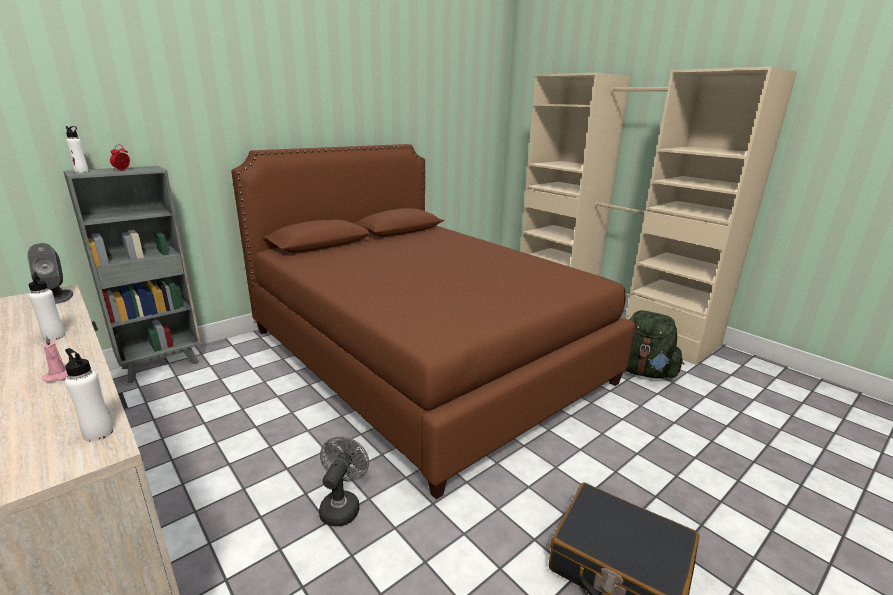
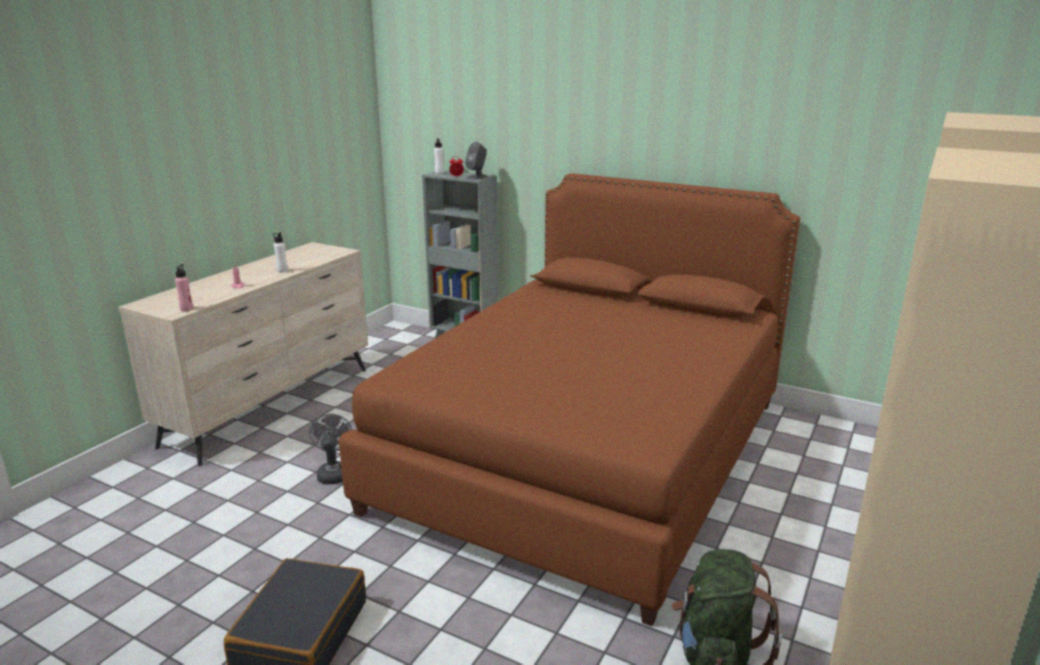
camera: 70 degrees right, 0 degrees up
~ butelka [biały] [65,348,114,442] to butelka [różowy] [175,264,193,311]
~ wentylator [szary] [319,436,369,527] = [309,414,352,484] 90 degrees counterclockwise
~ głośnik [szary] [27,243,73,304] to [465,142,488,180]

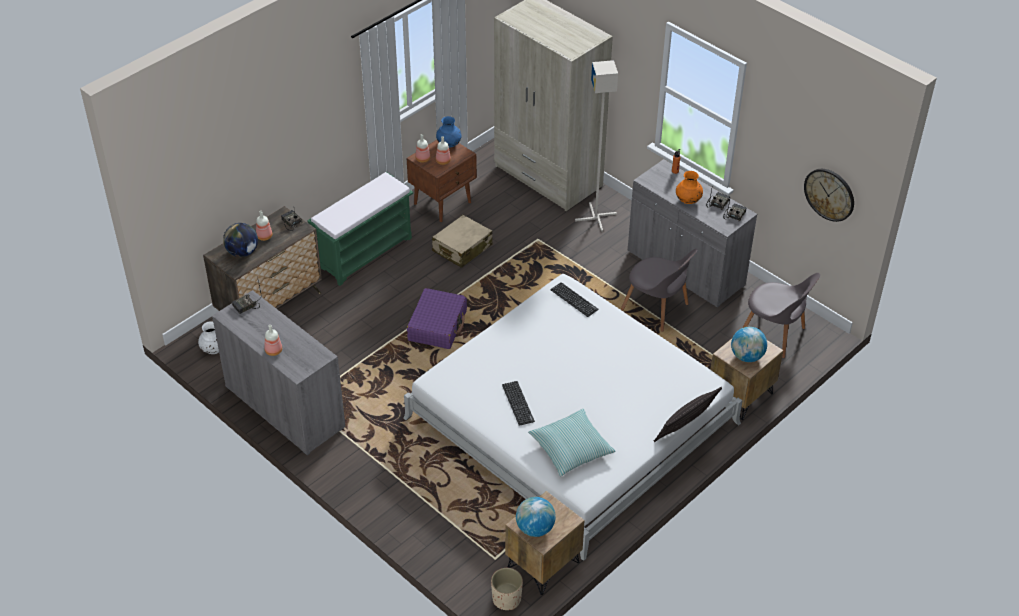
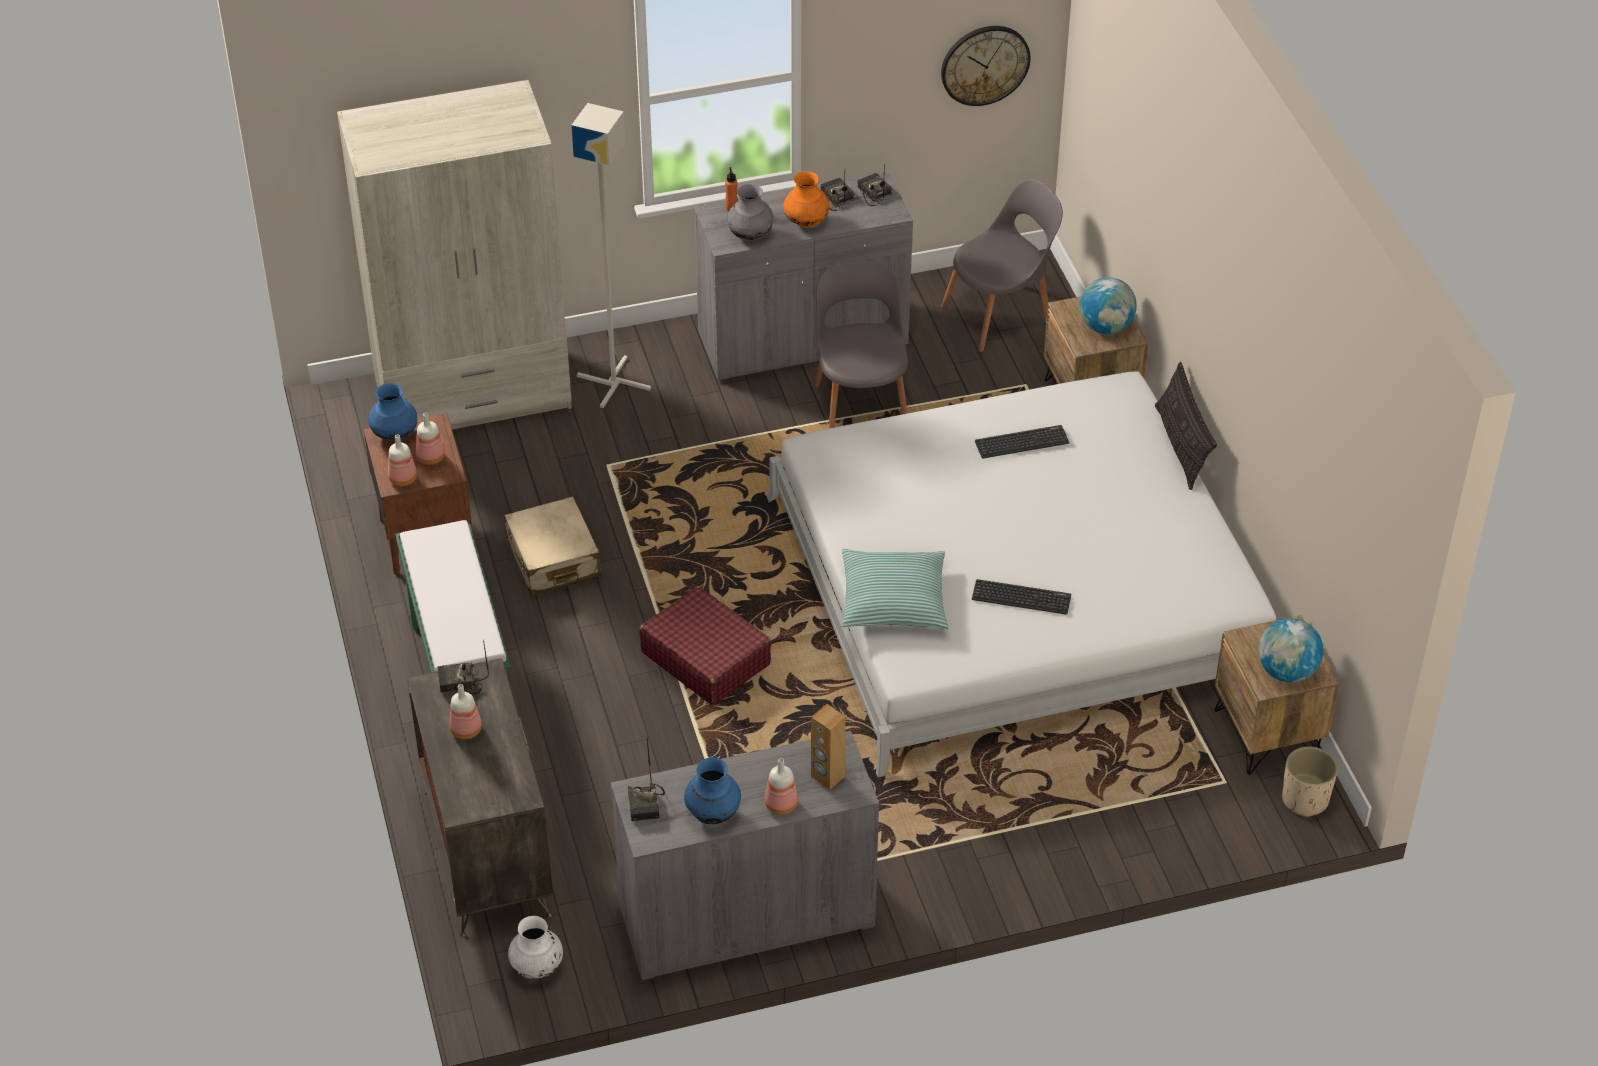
camera: 60 degrees left, 0 degrees up
~ walizka [fioletowy] [407,288,467,349] to walizka [czerwony] [639,586,772,705]
+ wazon [niebieski] [684,757,741,824]
+ wazon [szary] [727,184,774,240]
+ głośnik [brązowy] [811,704,846,790]
~ krzesło [szary] [621,249,697,332] = [814,261,908,428] 75 degrees counterclockwise
~ poduszka [528,409,615,476] to [842,549,949,629]
~ klawiatura [550,282,599,317] to [975,425,1070,458]
- globus [223,223,258,257]

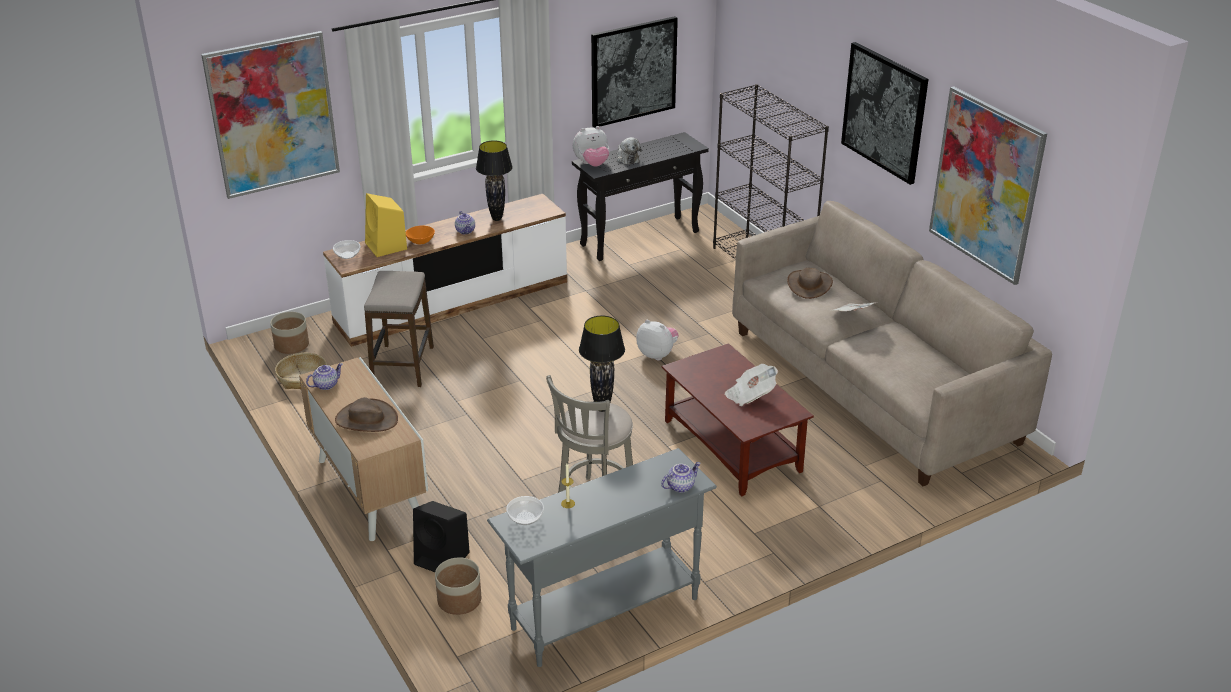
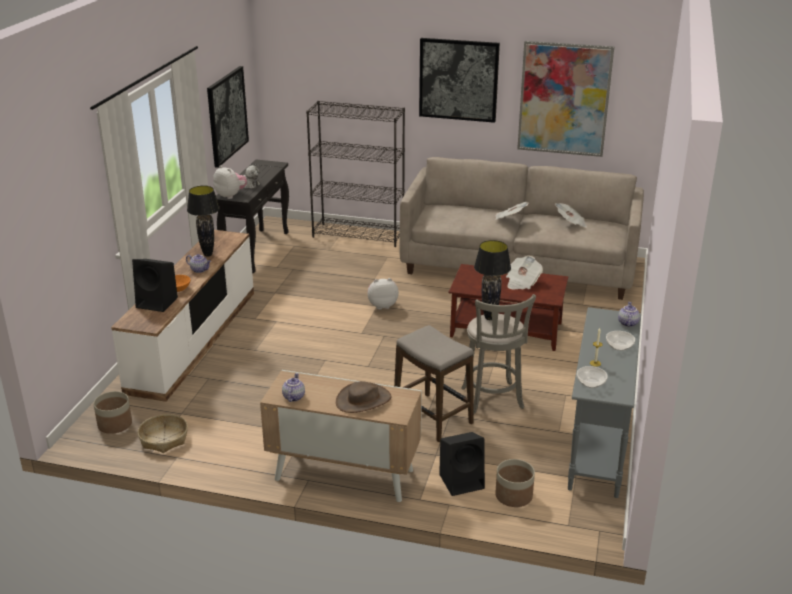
camera: 45 degrees left, 5 degrees down
~ głośnik [żółty] [365,193,407,257] to głośnik [czarny] [132,259,178,312]
~ pluszak [573,126,609,167] = [213,165,247,199] 75 degrees counterclockwise
~ stołek [364,271,434,387] to [394,325,473,442]
+ gazeta [555,203,587,228]
~ miska [333,240,360,259] to [606,331,635,351]
- obraz [201,31,340,199]
- kapelusz [brązowy] [787,268,833,299]

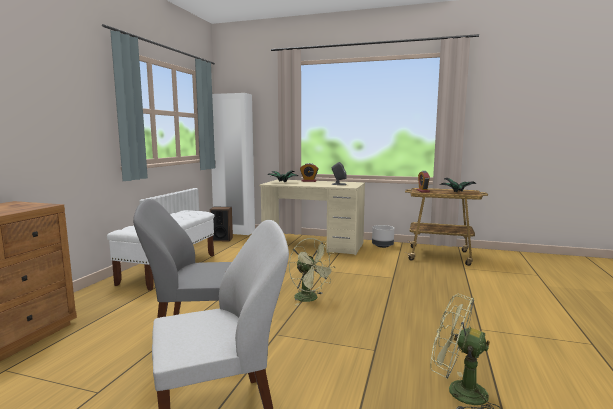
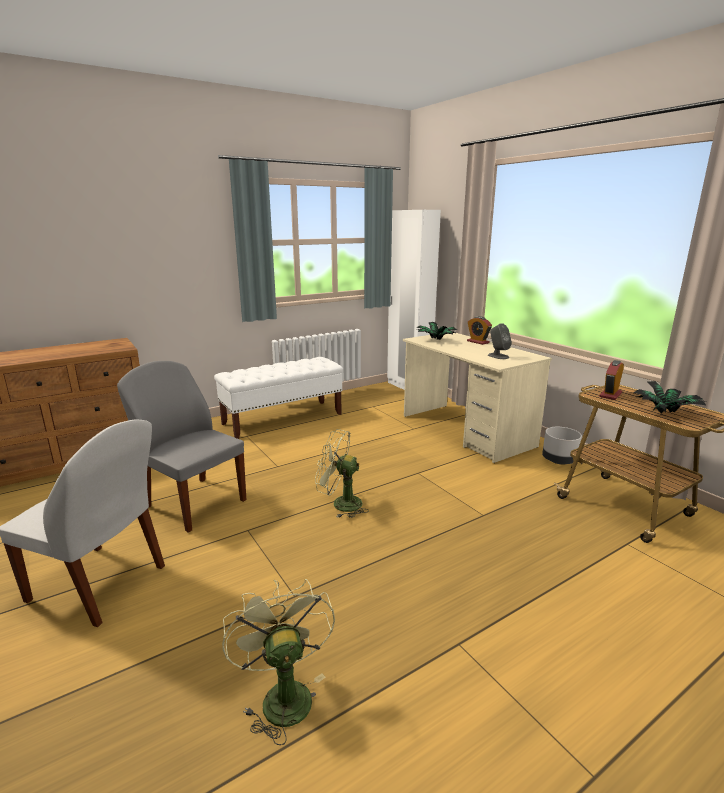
camera: 40 degrees right, 10 degrees up
~ wentylator [zielony] [289,238,336,306] = [315,429,369,518] 105 degrees clockwise
- głośnik [210,207,233,241]

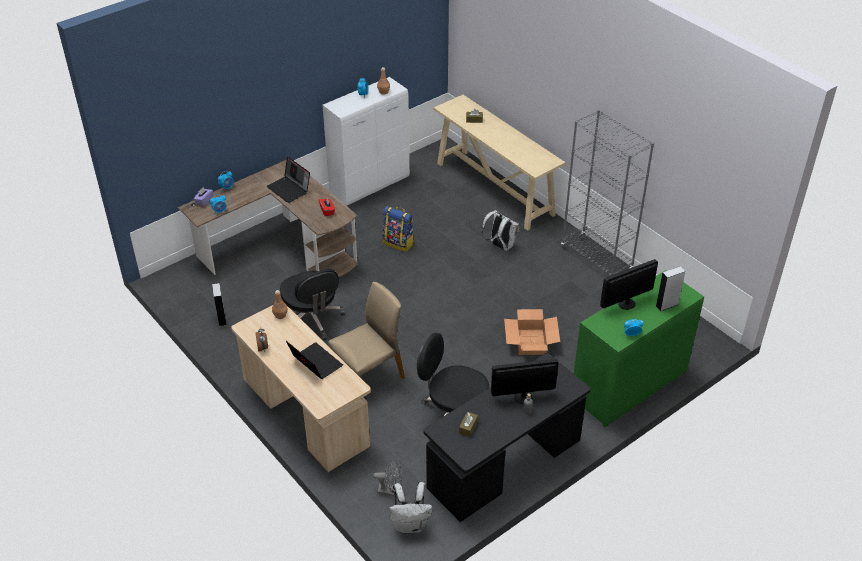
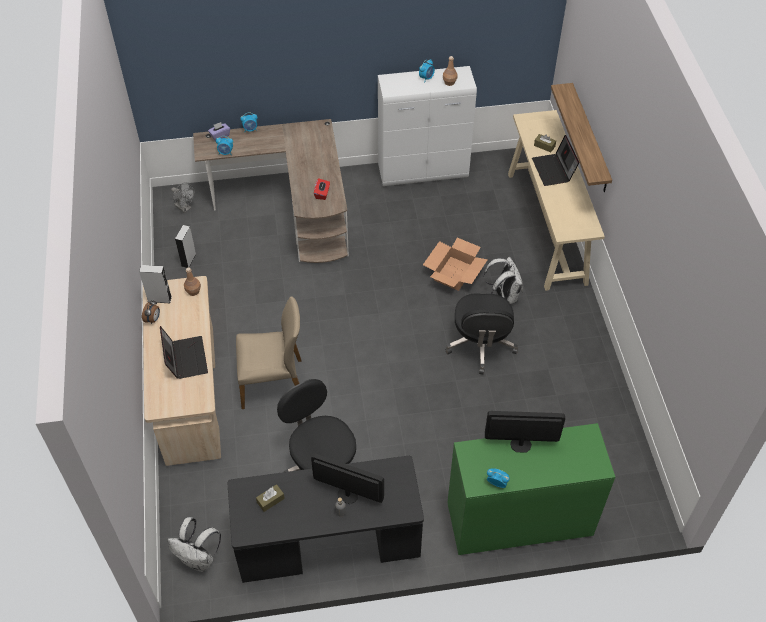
camera: 30 degrees right, 10 degrees up
~ głośnik [szary] [656,266,685,312] to [139,265,172,303]
~ wentylator [szary] [373,460,402,496] to [171,182,195,213]
~ karton [504,309,560,355] to [423,238,488,291]
~ krzesło biurowe [czarny] [280,269,345,341] to [446,293,518,375]
~ laptop [266,157,310,203] to [532,135,579,186]
+ półka [551,83,612,192]
- plecak [382,206,414,252]
- regał [szary] [561,110,654,275]

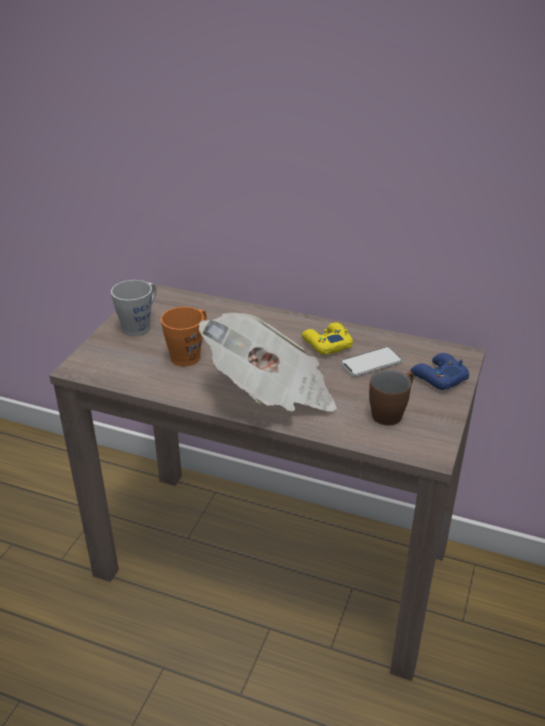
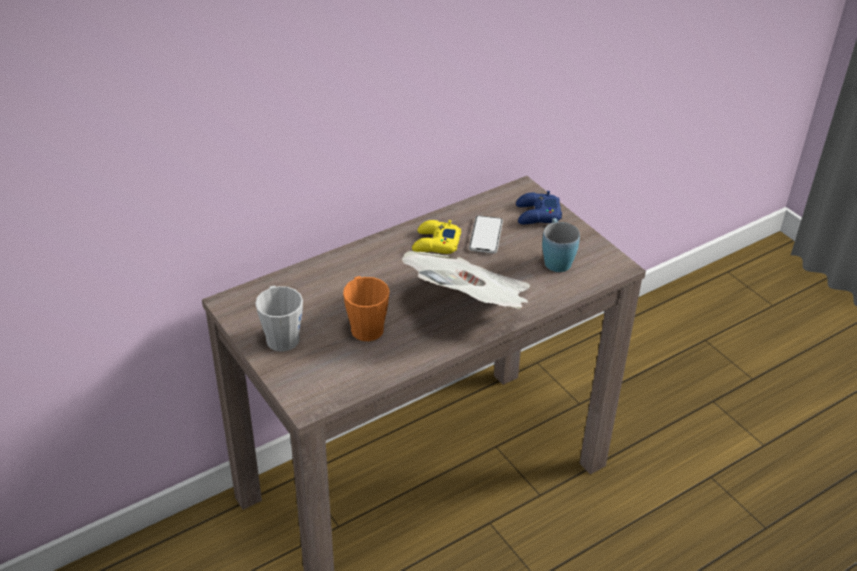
camera: 55 degrees left, 5 degrees up
~ kubek [brązowy] [369,370,414,426] to kubek [niebieski] [542,218,580,272]

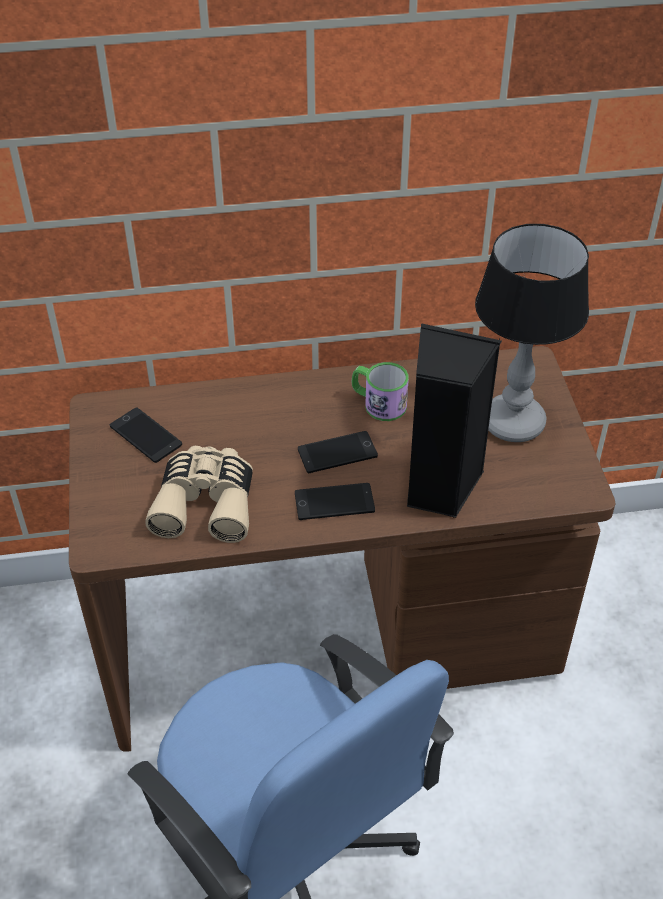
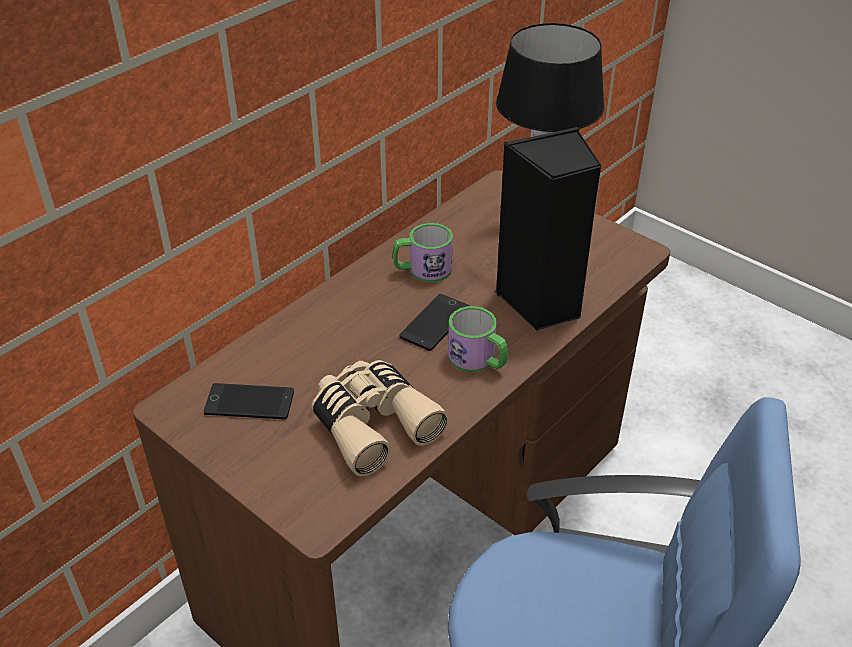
camera: 40 degrees left, 5 degrees down
~ telefon [295,483,375,520] to kubek [448,306,508,372]

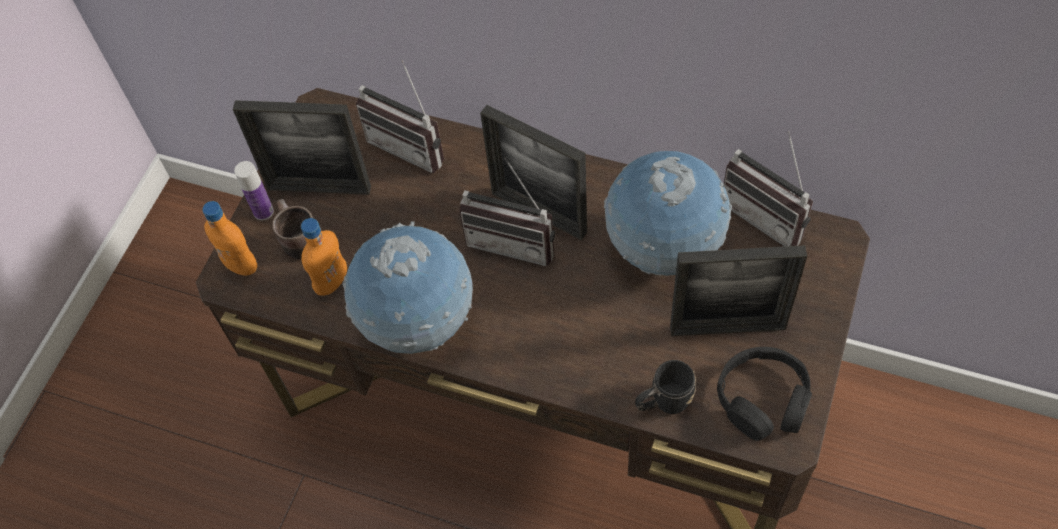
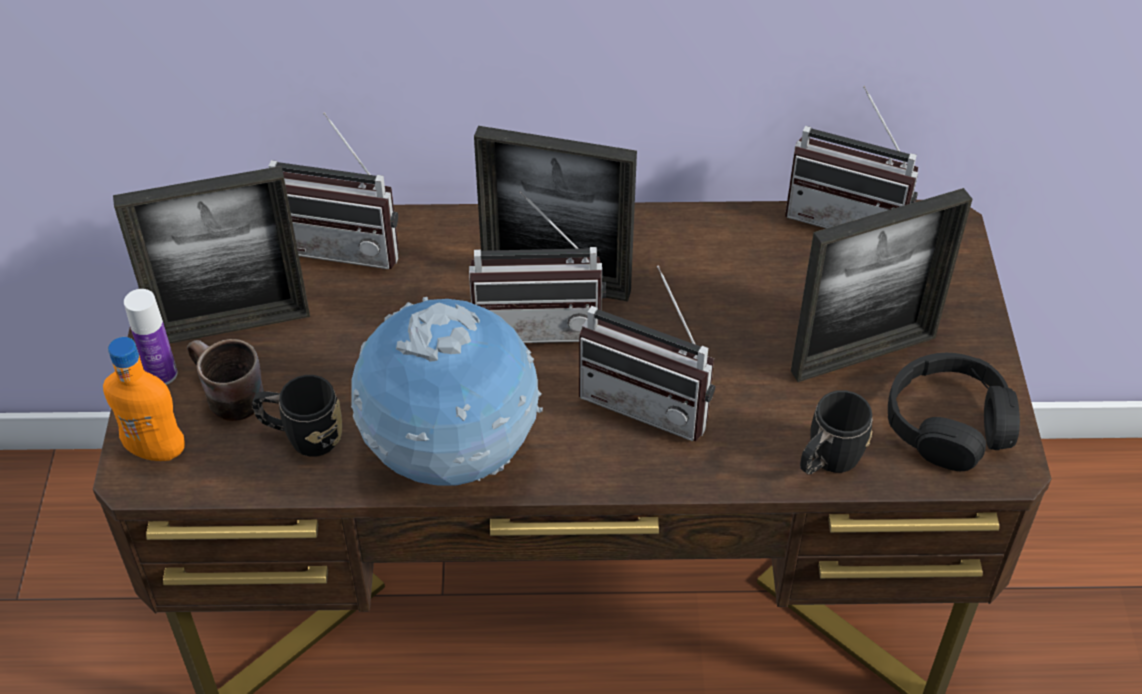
camera: 25 degrees left, 10 degrees down
~ butelka [pomarańczowy] [301,218,347,296] to kubek [czarny] [252,375,342,457]
+ radio [579,265,715,441]
- globus [604,151,732,276]

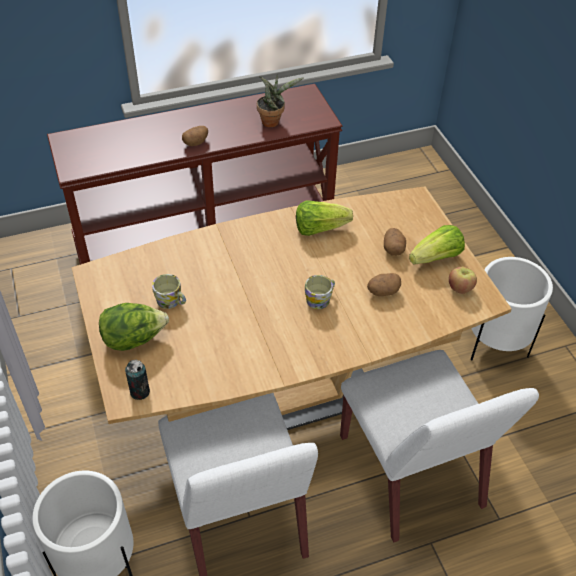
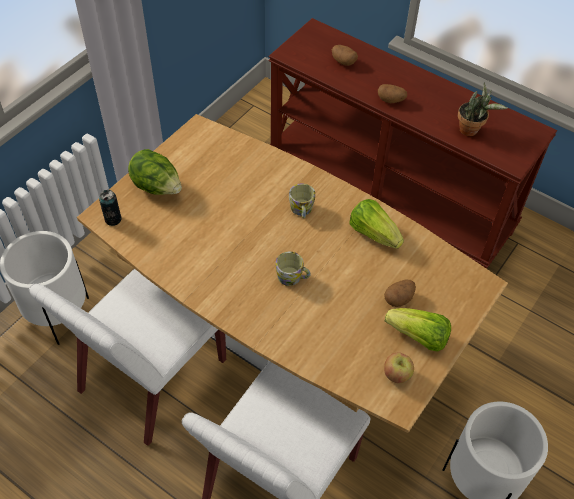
camera: 55 degrees right, 5 degrees up
~ kubek [152,274,186,309] to [289,183,315,218]
~ ziemniak [367,273,401,296] to [332,45,358,66]

